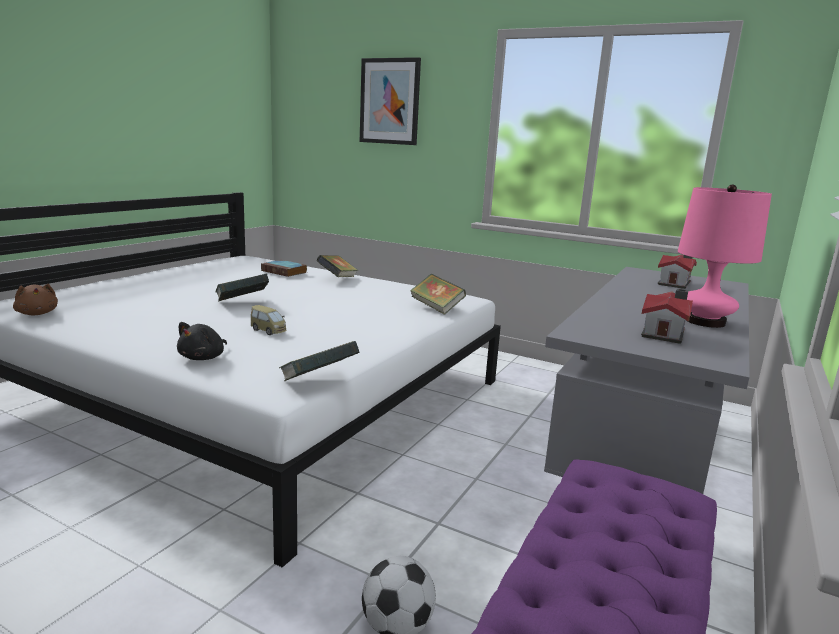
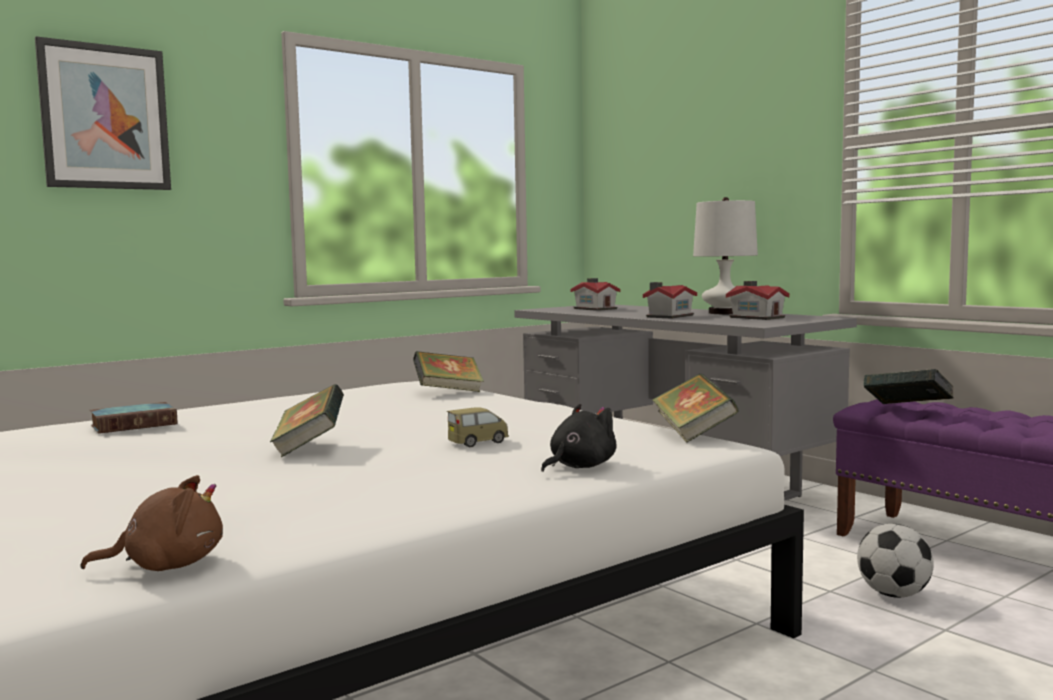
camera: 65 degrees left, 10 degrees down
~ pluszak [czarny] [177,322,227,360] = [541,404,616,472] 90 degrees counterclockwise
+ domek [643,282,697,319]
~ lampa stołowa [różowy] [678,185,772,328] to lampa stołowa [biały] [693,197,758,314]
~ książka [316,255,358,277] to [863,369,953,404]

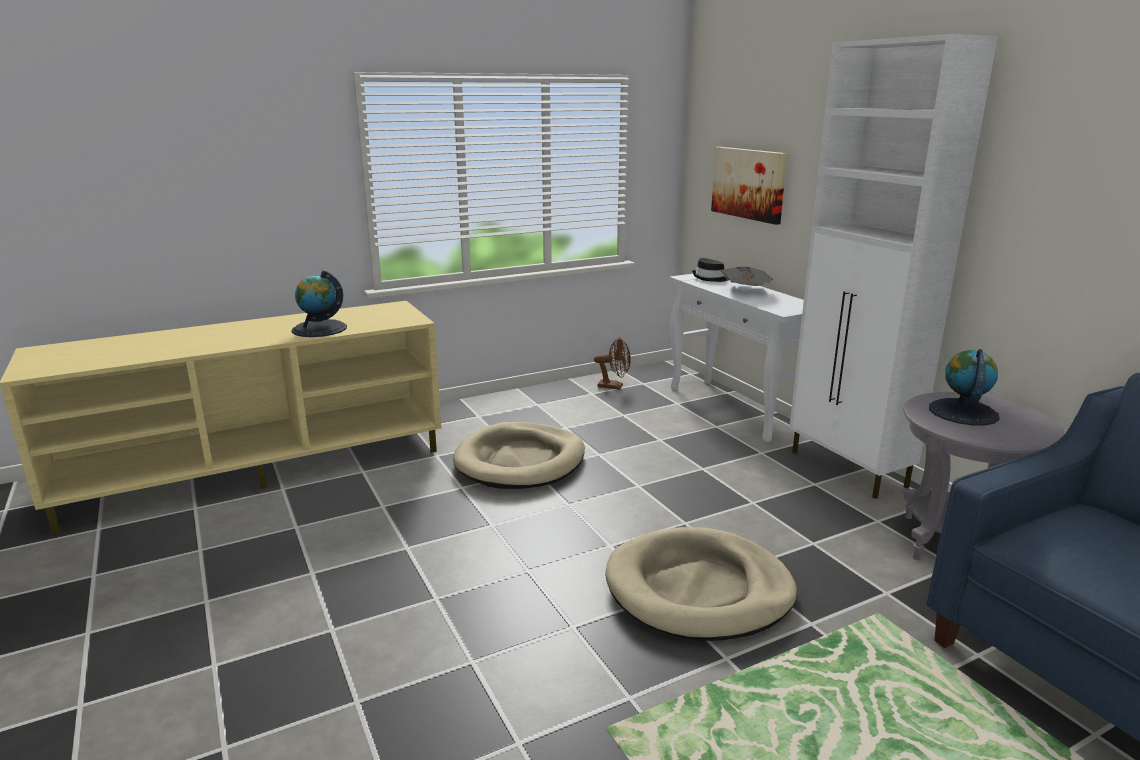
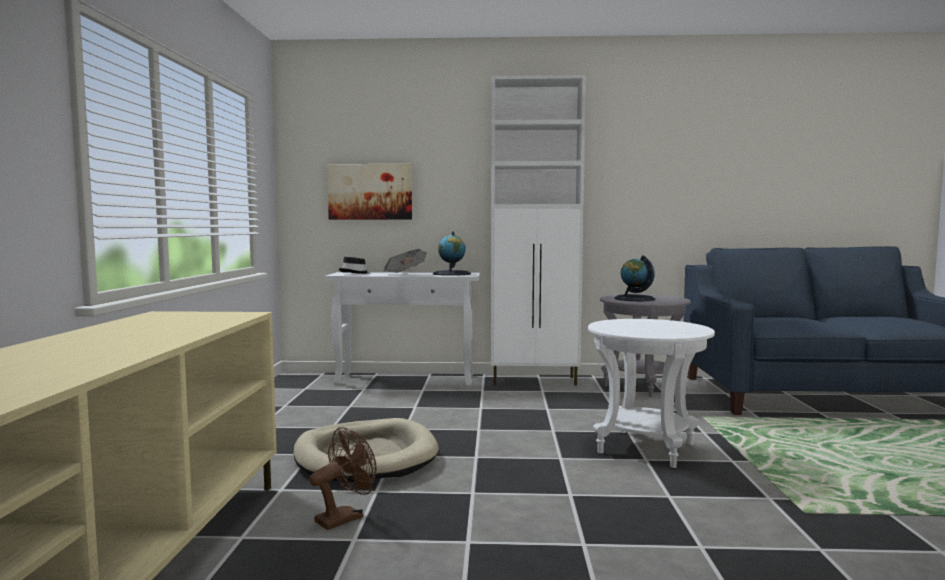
camera: 60 degrees left, 15 degrees down
~ wentylator [brązowy] [594,337,631,390] to [309,427,377,530]
~ globus [292,270,347,337] to [433,232,471,276]
~ legowisko [beżowy] [605,527,797,641] to stolik [biały] [588,319,715,468]

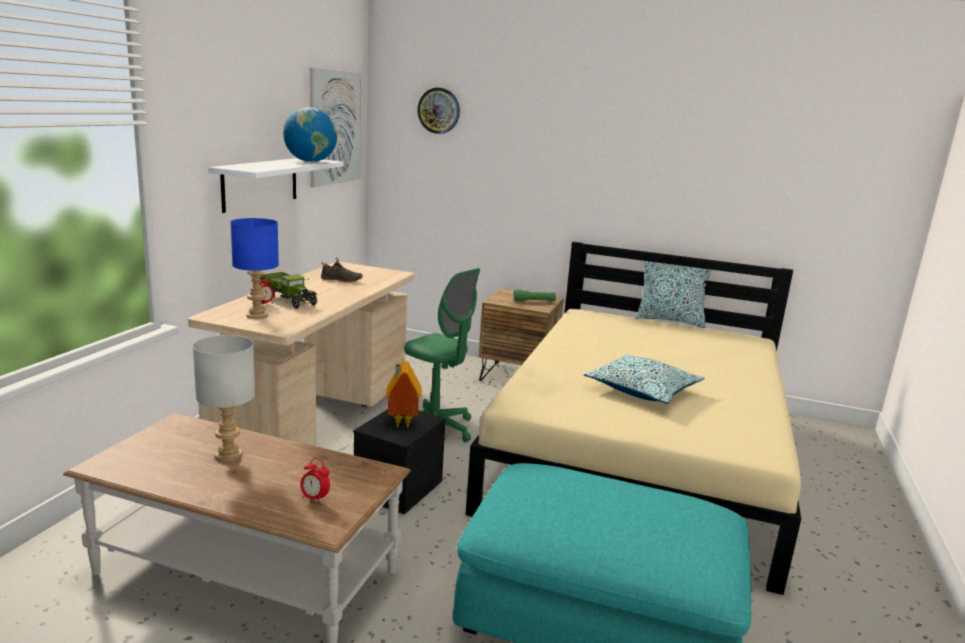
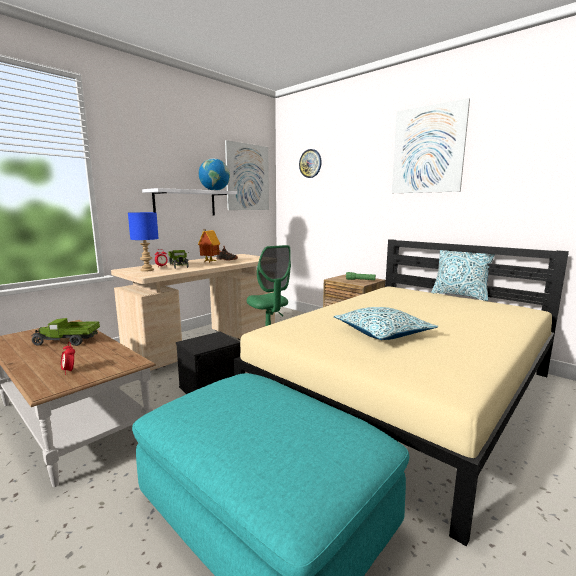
camera: 25 degrees right, 5 degrees down
~ lampa stołowa [szary] [193,335,255,462] to ciężarówka zabawkowa [31,318,100,346]
~ domek [386,361,422,429] to [198,229,220,263]
+ obraz [392,98,470,193]

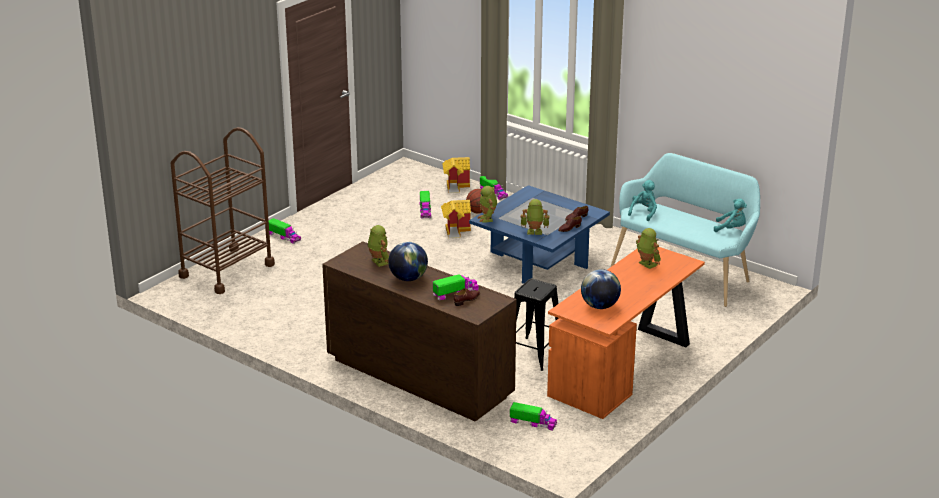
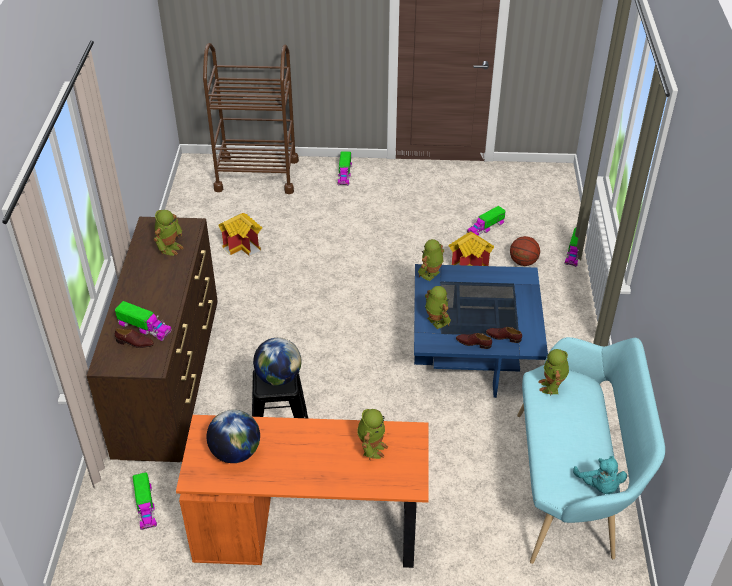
camera: 55 degrees right, 15 degrees up
~ domek [442,157,470,193] to [218,213,262,256]
~ globus [388,242,428,281] to [253,338,301,386]
~ pluszak [turkusowy] [628,180,657,221] to robot zabawkowy [538,349,569,396]

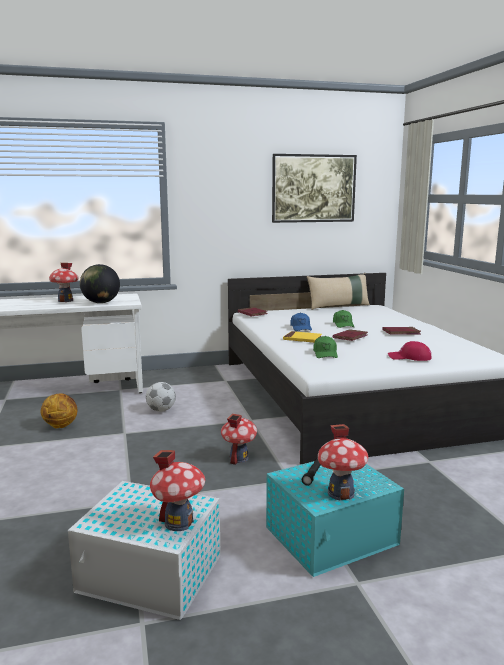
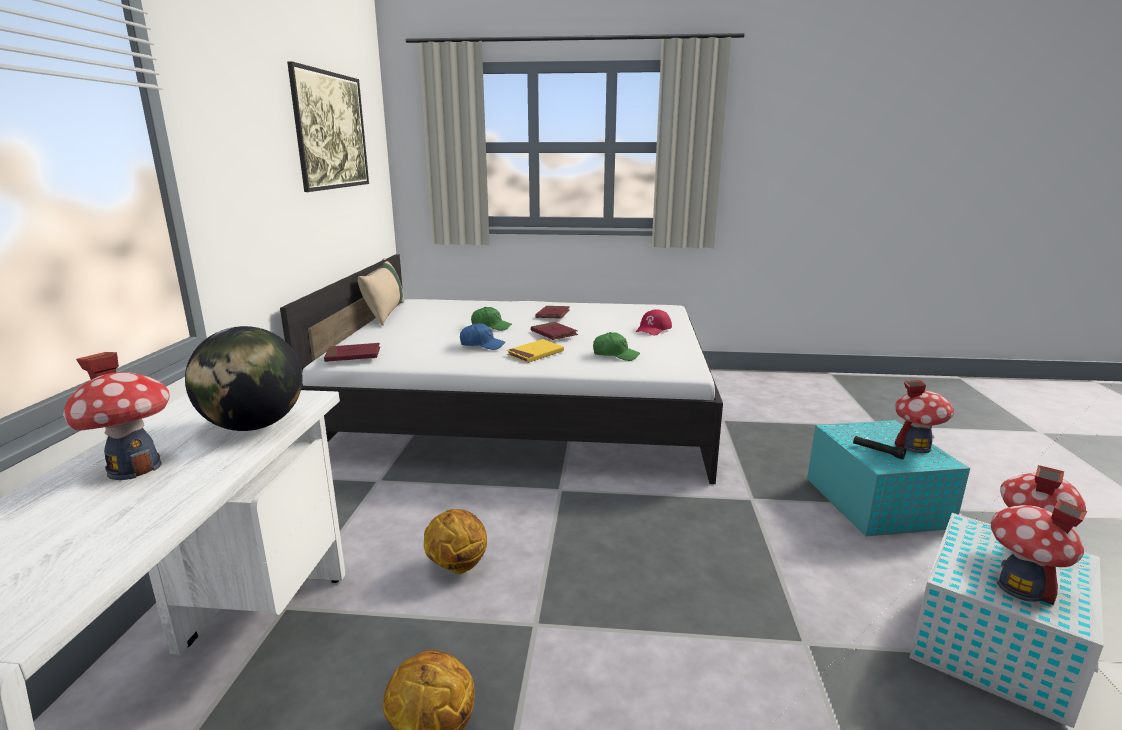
camera: 70 degrees left, 5 degrees up
~ piłka futbolowa [146,382,176,412] to piłka do koszykówki [424,509,487,574]
~ domek [221,413,257,465] to [991,499,1087,605]

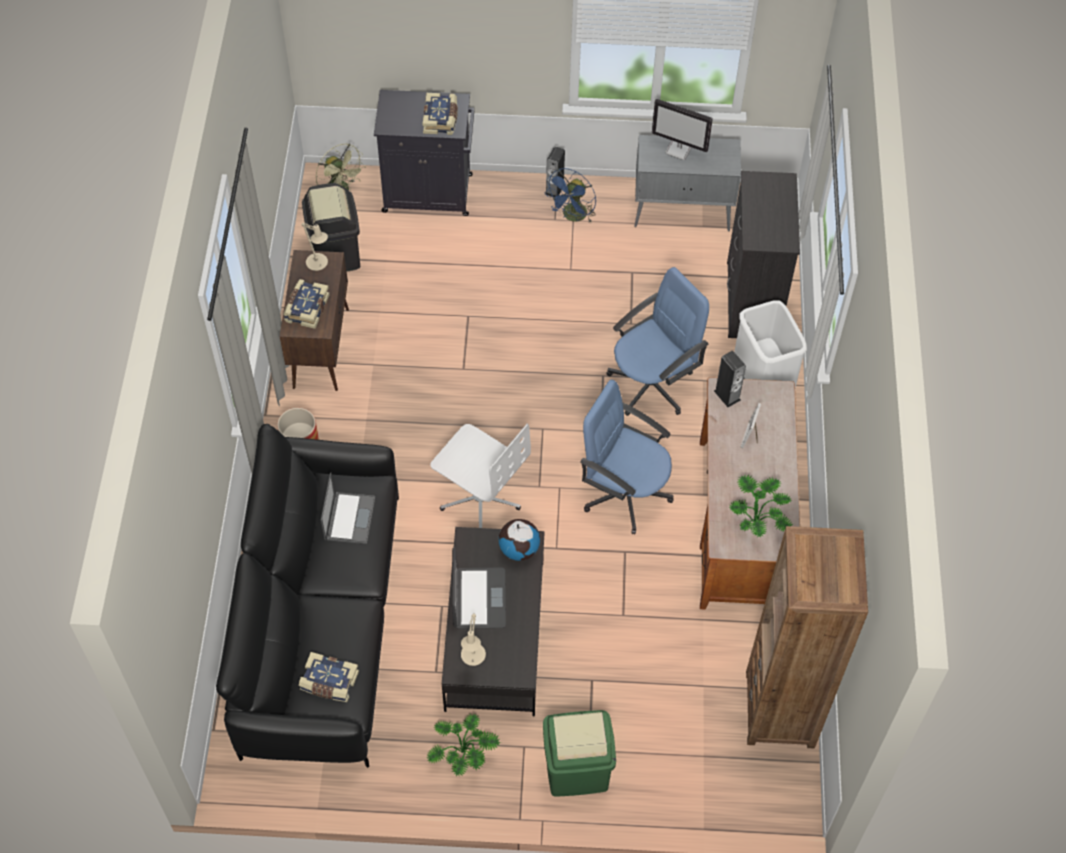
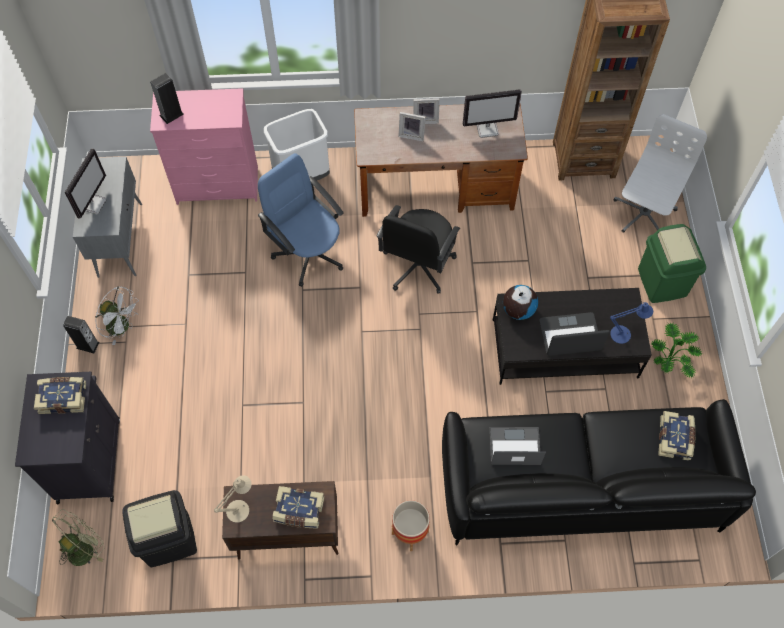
camera: 95 degrees left, 5 degrees up
~ wentylator [niebieski] [544,168,596,223] to wentylator [biały] [95,287,139,345]
~ głośnik [714,351,746,407] to [150,73,184,124]
~ komoda [czarny] [727,171,800,338] to komoda [różowy] [150,88,258,205]
~ krzesło biurowe [niebieski] [580,380,674,534] to krzesło biurowe [czarny] [377,205,460,294]
+ ramka na zdjęcie [413,98,440,124]
~ roślina doniczkowa [729,475,793,538] to monitor [463,89,522,138]
~ lampa stołowa [beżowy] [461,614,486,666] to lampa stołowa [niebieski] [610,302,653,344]
~ krzesło biurowe [biały] [430,424,531,528] to [613,114,707,233]

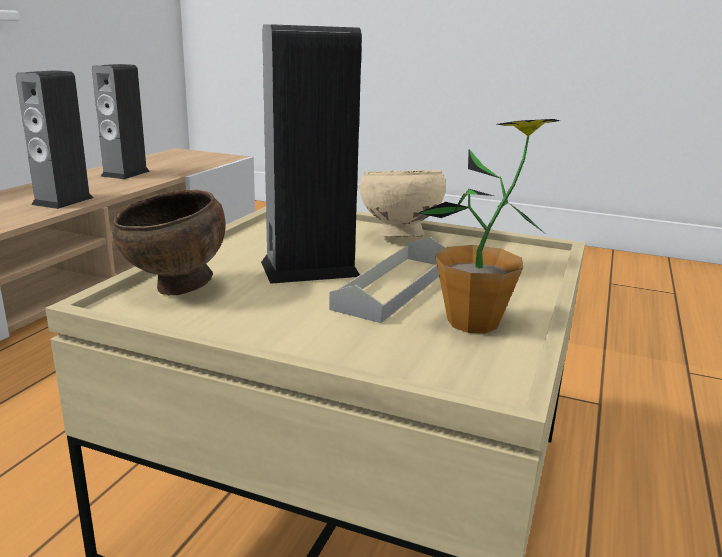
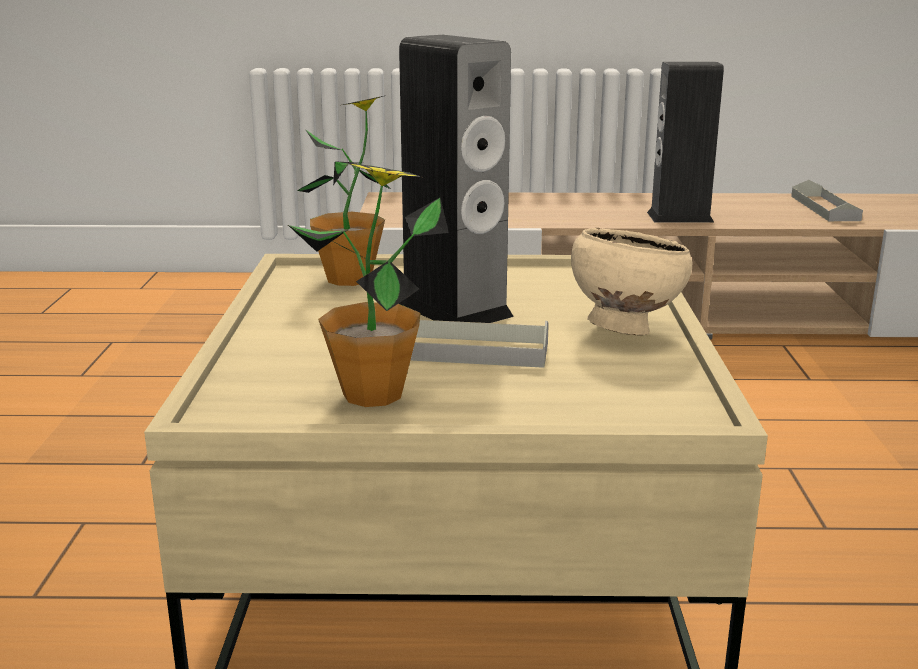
camera: 70 degrees right, 0 degrees up
~ miska [brązowy] [112,190,226,295] to roślina doniczkowa [297,96,392,286]
~ głośnik [92,64,150,179] to taca [szary] [791,179,863,221]

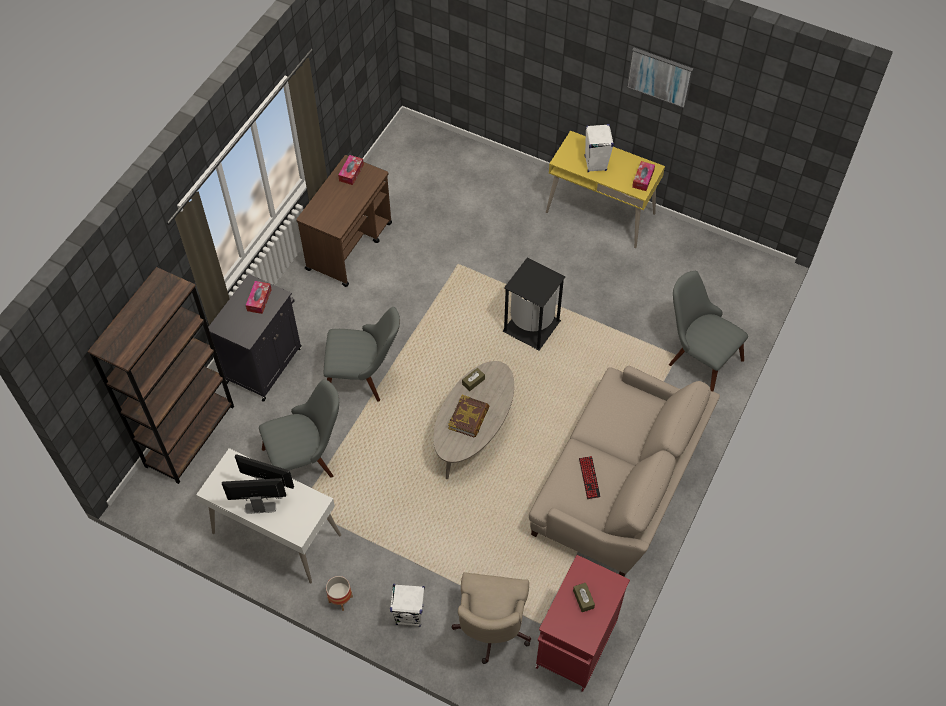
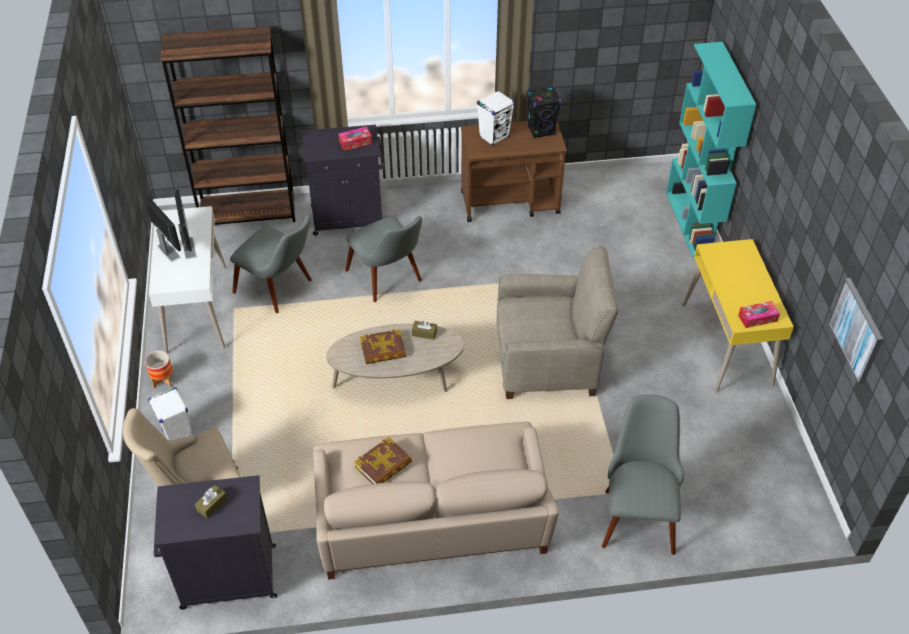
camera: 55 degrees right, 10 degrees down
~ szafka [czerwony] [536,555,630,692] to szafka [czarny] [154,475,277,610]
~ klawiatura [579,456,601,499] to książka [354,437,412,484]
~ głośnik [biały] [584,124,614,172] to [477,90,515,146]
~ kosz na śmieci [czarny] [502,257,566,350] to fotel [beżowy] [496,246,619,399]
~ pudełko chusteczek [338,155,364,185] to głośnik [czarny] [527,86,561,138]
+ regał [turkusowy] [666,42,757,257]
~ obraz [627,48,694,108] to [828,278,883,384]

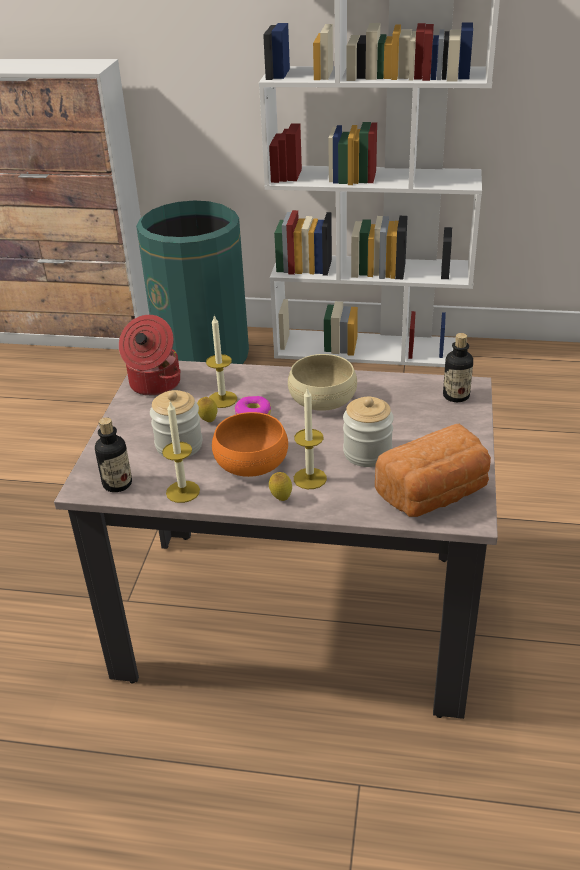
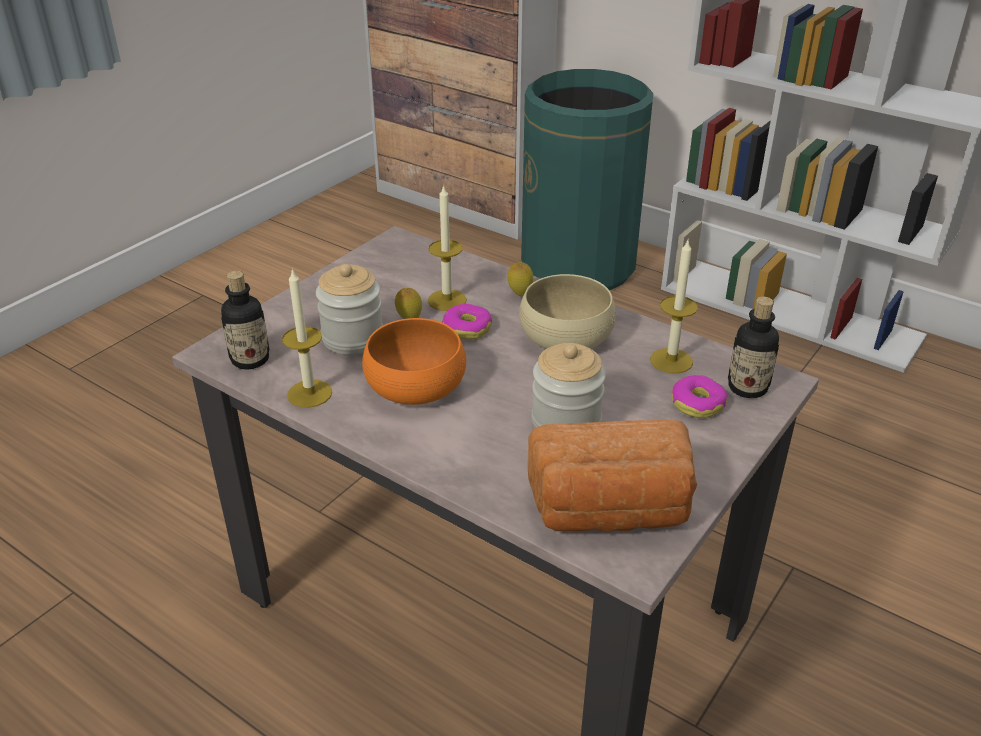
camera: 25 degrees right, 0 degrees up
~ cytryna [269,472,292,501] to [508,262,533,296]
~ świeca [294,387,327,489] to [650,238,698,374]
+ donut [672,375,727,418]
- garnek [119,315,181,396]

